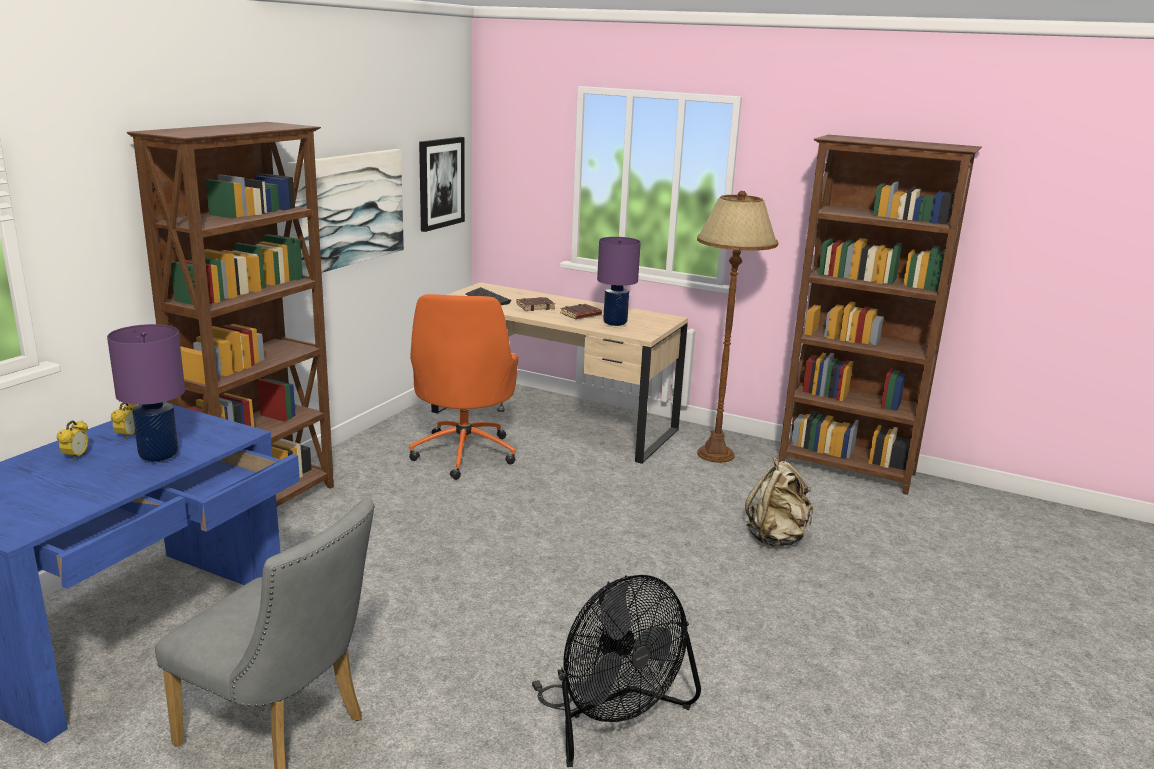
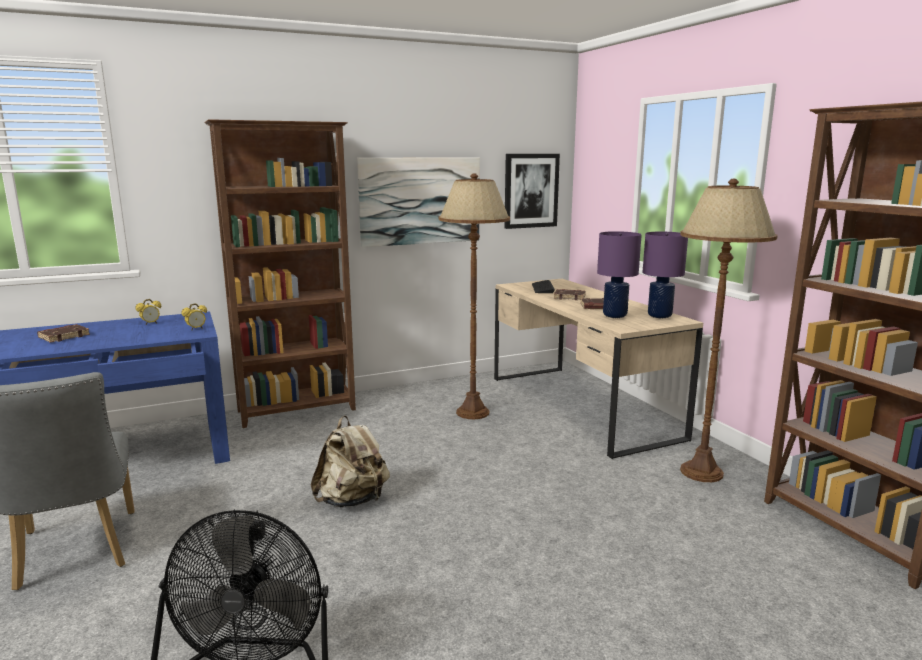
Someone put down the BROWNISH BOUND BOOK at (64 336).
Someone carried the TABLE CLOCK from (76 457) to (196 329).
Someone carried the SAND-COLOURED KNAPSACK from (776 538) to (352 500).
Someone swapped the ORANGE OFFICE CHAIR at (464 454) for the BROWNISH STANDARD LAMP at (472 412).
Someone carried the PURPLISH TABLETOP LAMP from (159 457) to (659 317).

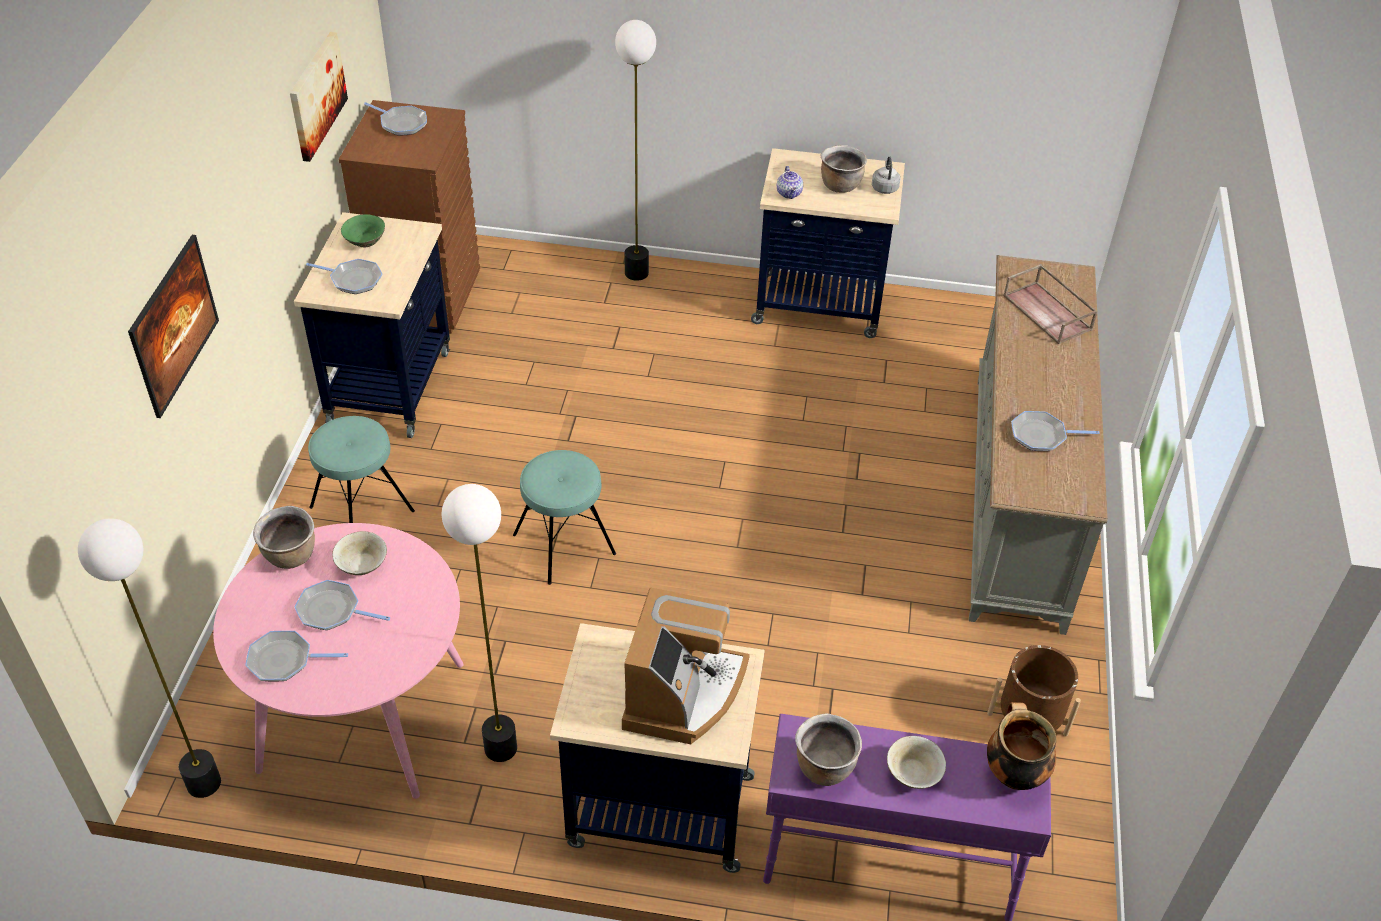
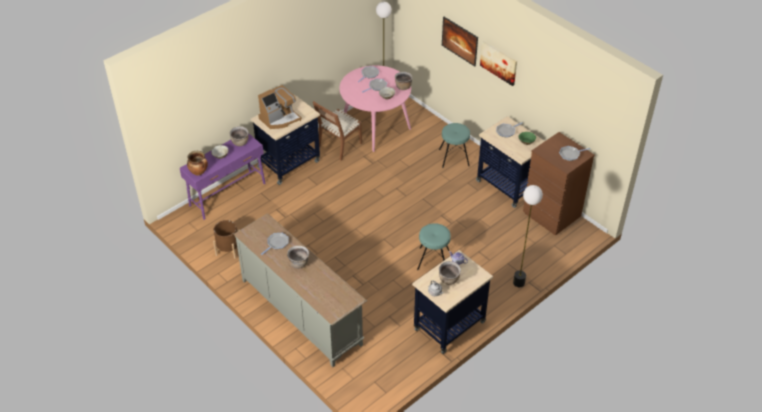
Someone rotated the COFFEE BREWER at (682 693) by 90 degrees counterclockwise.
Someone put down the BROWNISH STOCKPOT at (298 263).
Someone swapped the STANDARD LAMP at (501 748) for the CHAIR at (338 146).
Someone carried the BLUE-GREEN STOOL from (564 544) to (433 260).
Someone carried the PICTURE from (316 95) to (499 62).
Someone took away the BROWNISH CARRYING TRAY at (1048 312).

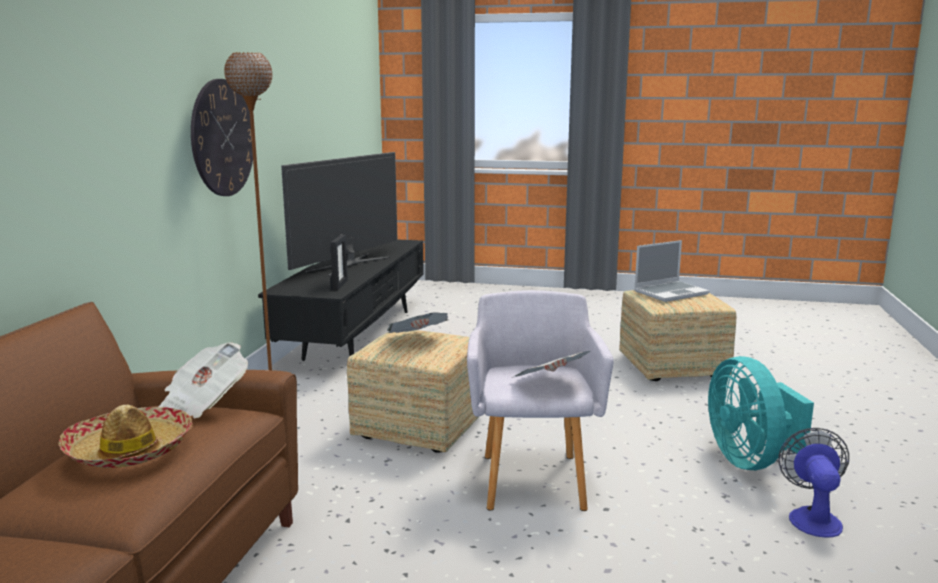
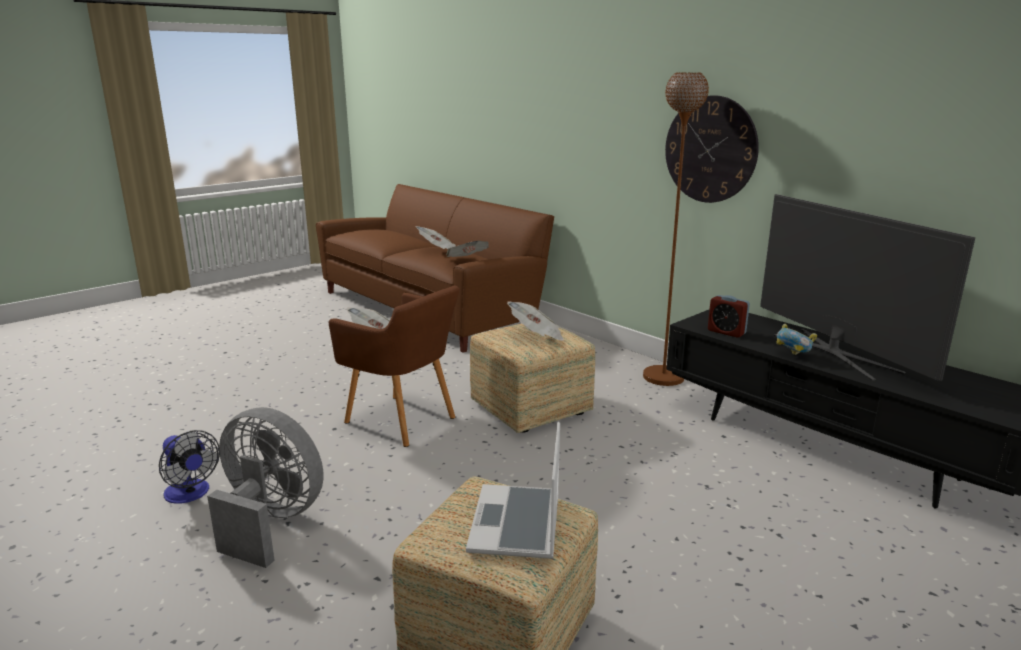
Someone repainted the BLUE-GREEN COOLING FAN at (750 460), which became the GREY COOLING FAN at (270 522).
Someone repainted the GREY LOUNGE CHAIR at (533 477), which became the BROWNISH LOUNGE CHAIR at (404 421).
Someone swapped the WEARABLE HAT at (129 450) for the PRINTED PAPER at (438 251).
Someone swapped the PICTURE FRAME at (339 285) for the TABLE CLOCK at (726 332).
Someone put down the SERVING BOWL at (792 355).

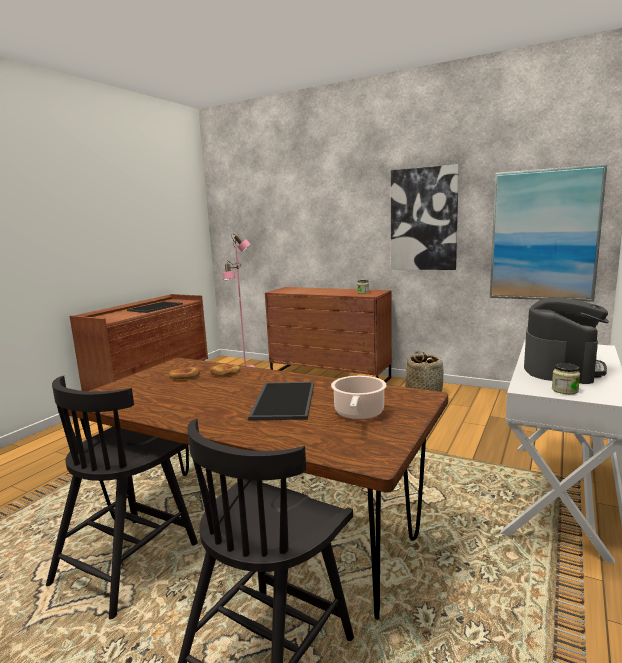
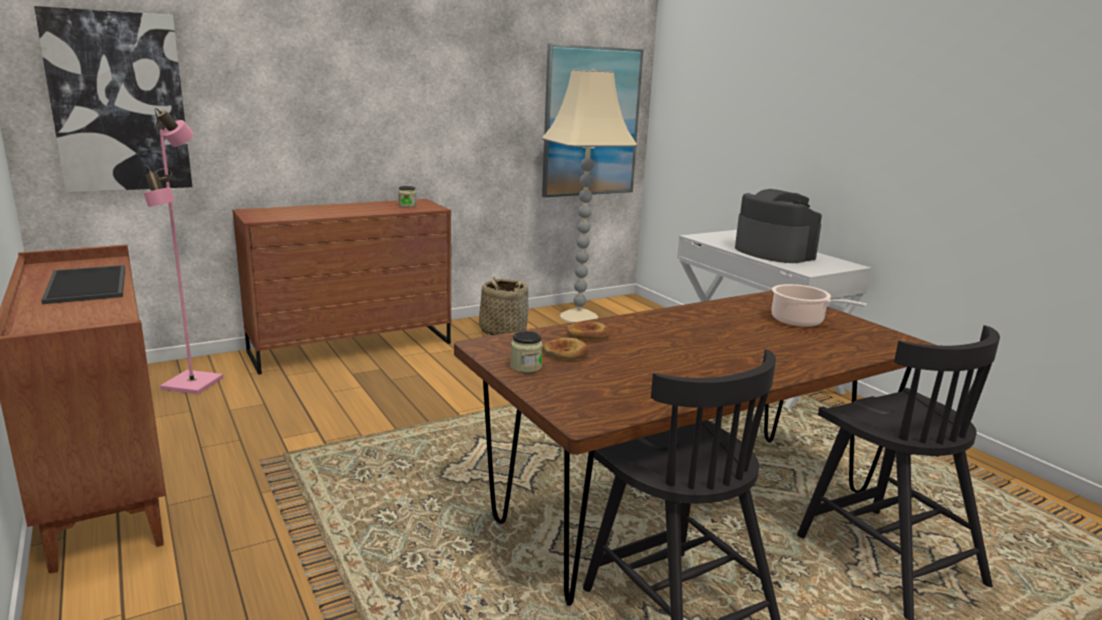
Someone carried the PICTURE from (423 219) to (119 103).
Someone carried the PRESERVE JAR from (564 390) to (526 367).
Someone put down the SAND-COLOURED STANDARD LAMP at (579 317).
Someone took away the CARRYING TRAY at (282 400).

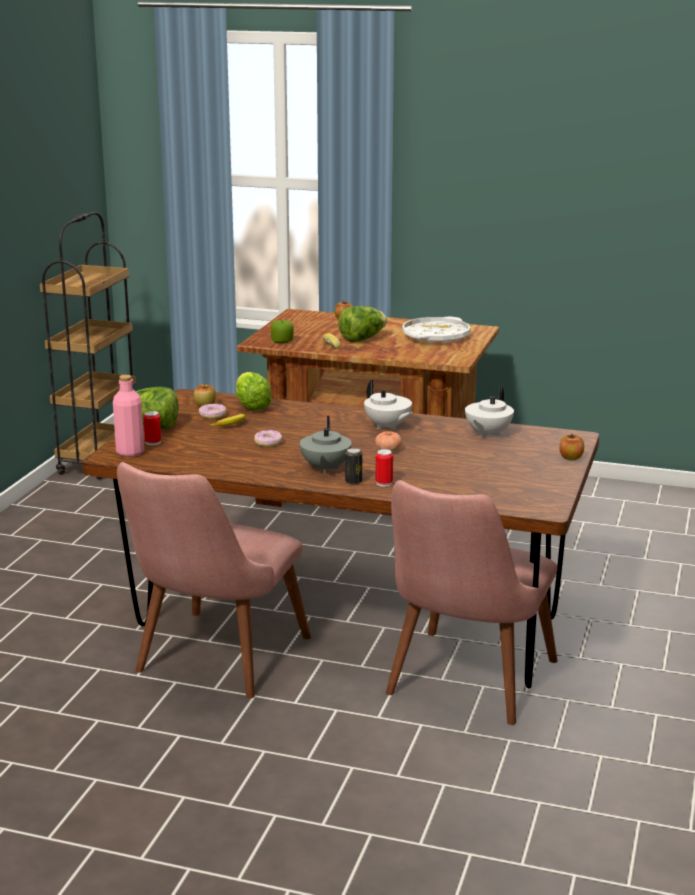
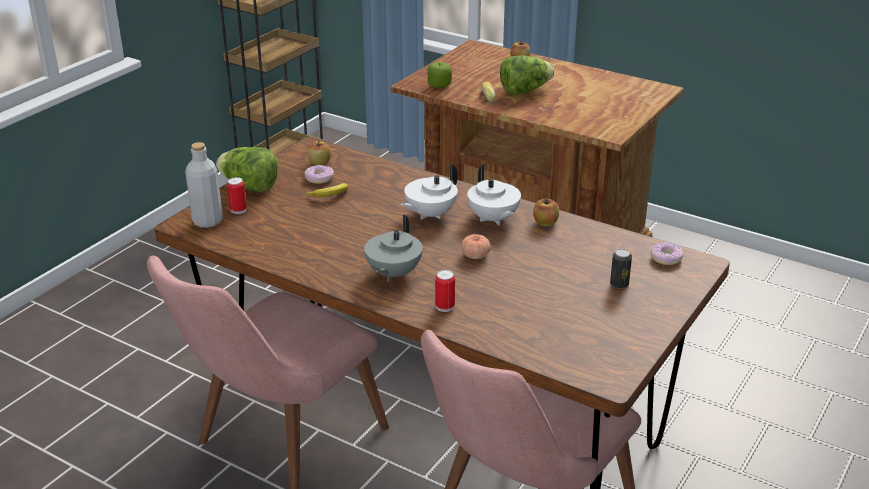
Someone repainted the PINK BOTTLE at (130 452), which became the GREY BOTTLE at (207 221).
Someone carried the WHITISH POT FOR TEA from (487 434) to (430 214).
Someone carried the APPLE from (571 458) to (545 223).
Someone carried the CAN from (353 481) to (619 284).
Someone carried the RING DOUGHNUT from (268 442) to (666 258).
Someone took away the LETTUCE at (251 406).
Someone took away the WHITISH CARRYING TRAY at (435 336).

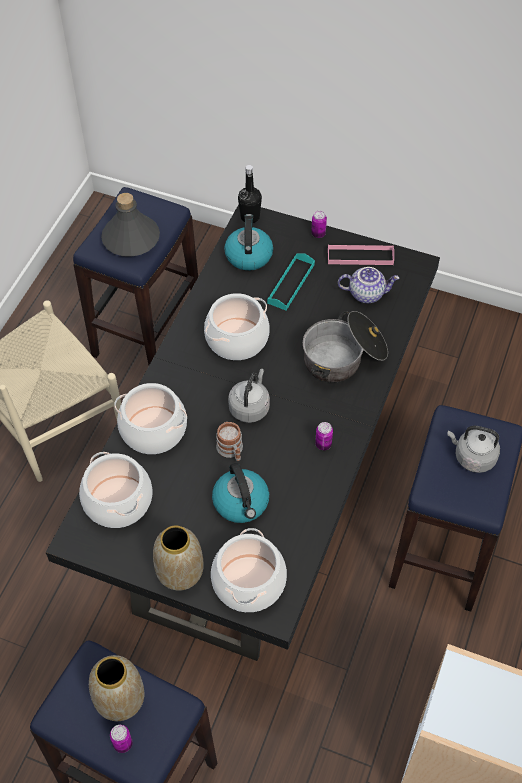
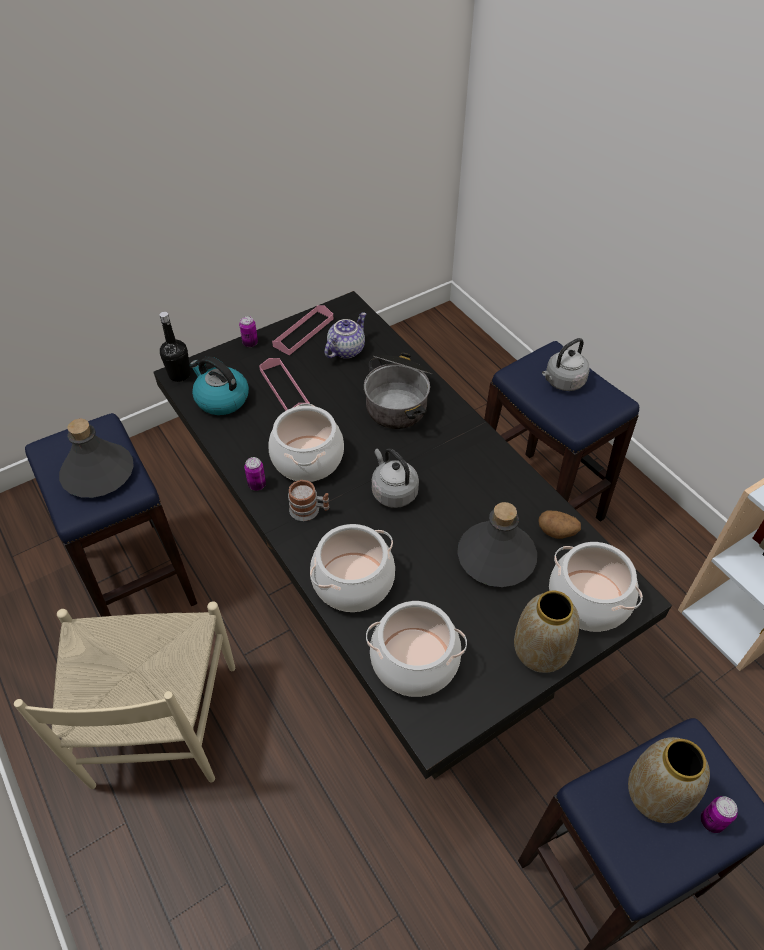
Someone carried the CAN from (323 444) to (257 485).
Someone repainted the BLUE-GREEN CARRYING TRAY at (291 283), which became the PINK CARRYING TRAY at (284 389).
Someone carried the TEA MUG from (231 450) to (309 510).
Someone swapped the WATER KETTLE at (241 503) for the GREY BOTTLE at (495 557).
Someone put down the WHOLE POTATO at (557 532).

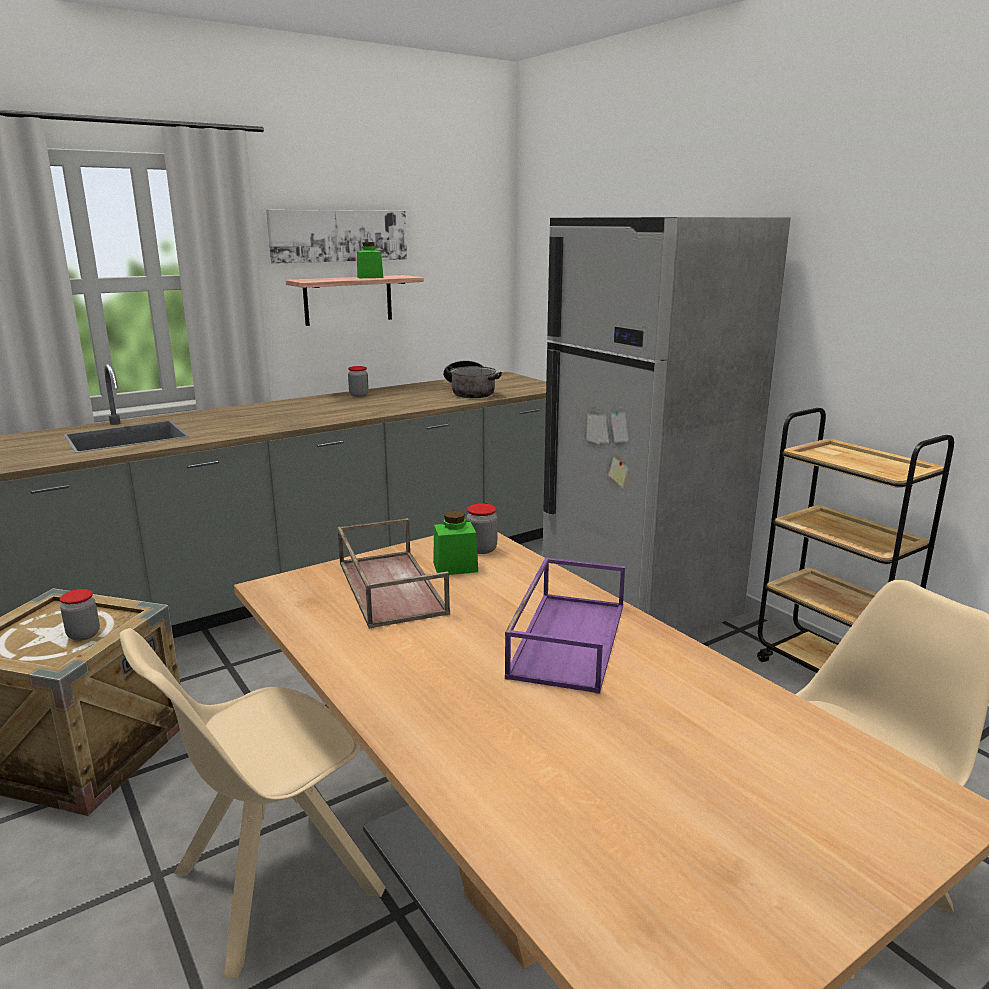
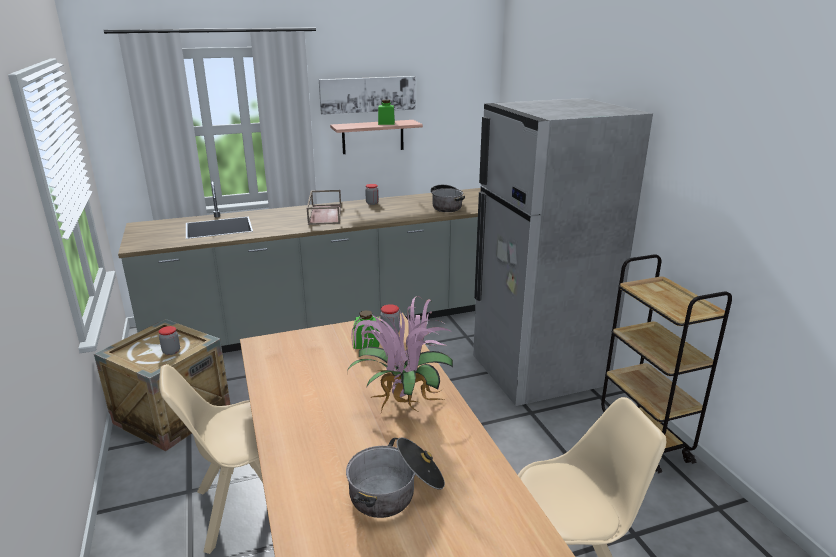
Someone carried the BROWNISH CARRYING TRAY from (388 587) to (324 214).
Someone put down the STOCKPOT at (396 491).
Someone swapped the PURPLISH CARRYING TRAY at (567 638) for the PLANT IN A POT at (400 403).

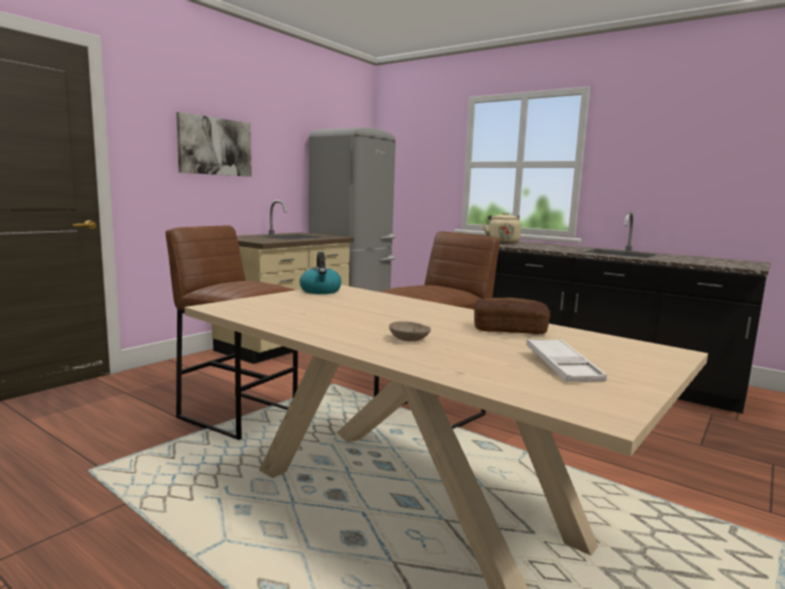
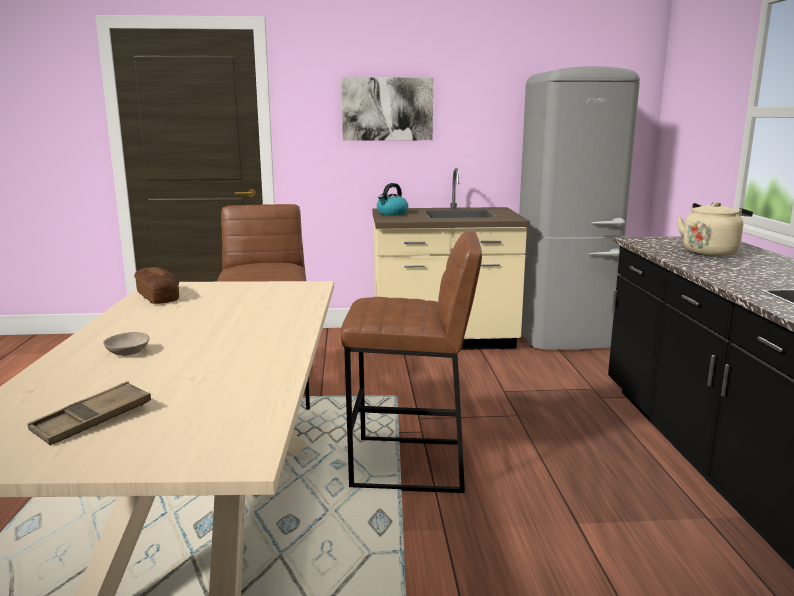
Someone repainted the WHITISH CARRYING TRAY at (562 367), which became the BROWNISH CARRYING TRAY at (92 420).
Someone carried the BREAD from (509 330) to (158 297).
Someone carried the WATER KETTLE from (320 291) to (392 213).

